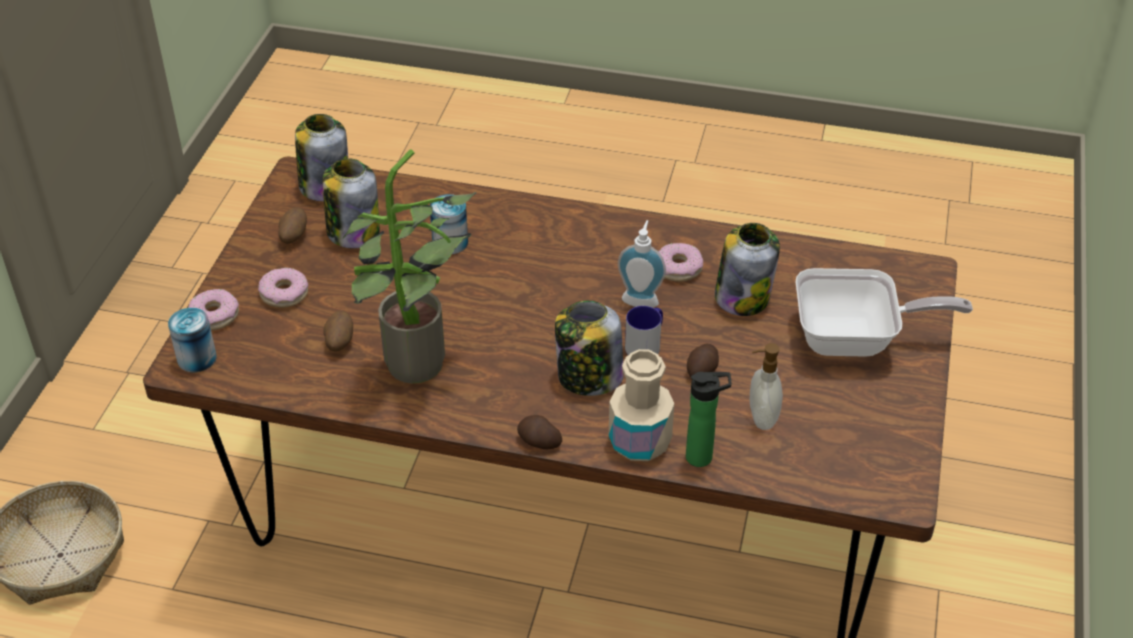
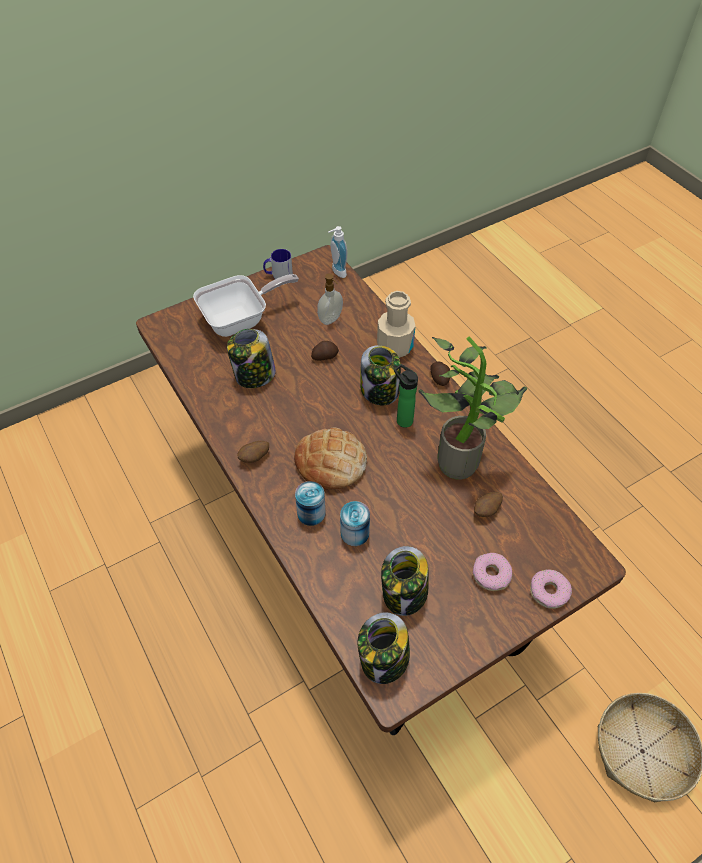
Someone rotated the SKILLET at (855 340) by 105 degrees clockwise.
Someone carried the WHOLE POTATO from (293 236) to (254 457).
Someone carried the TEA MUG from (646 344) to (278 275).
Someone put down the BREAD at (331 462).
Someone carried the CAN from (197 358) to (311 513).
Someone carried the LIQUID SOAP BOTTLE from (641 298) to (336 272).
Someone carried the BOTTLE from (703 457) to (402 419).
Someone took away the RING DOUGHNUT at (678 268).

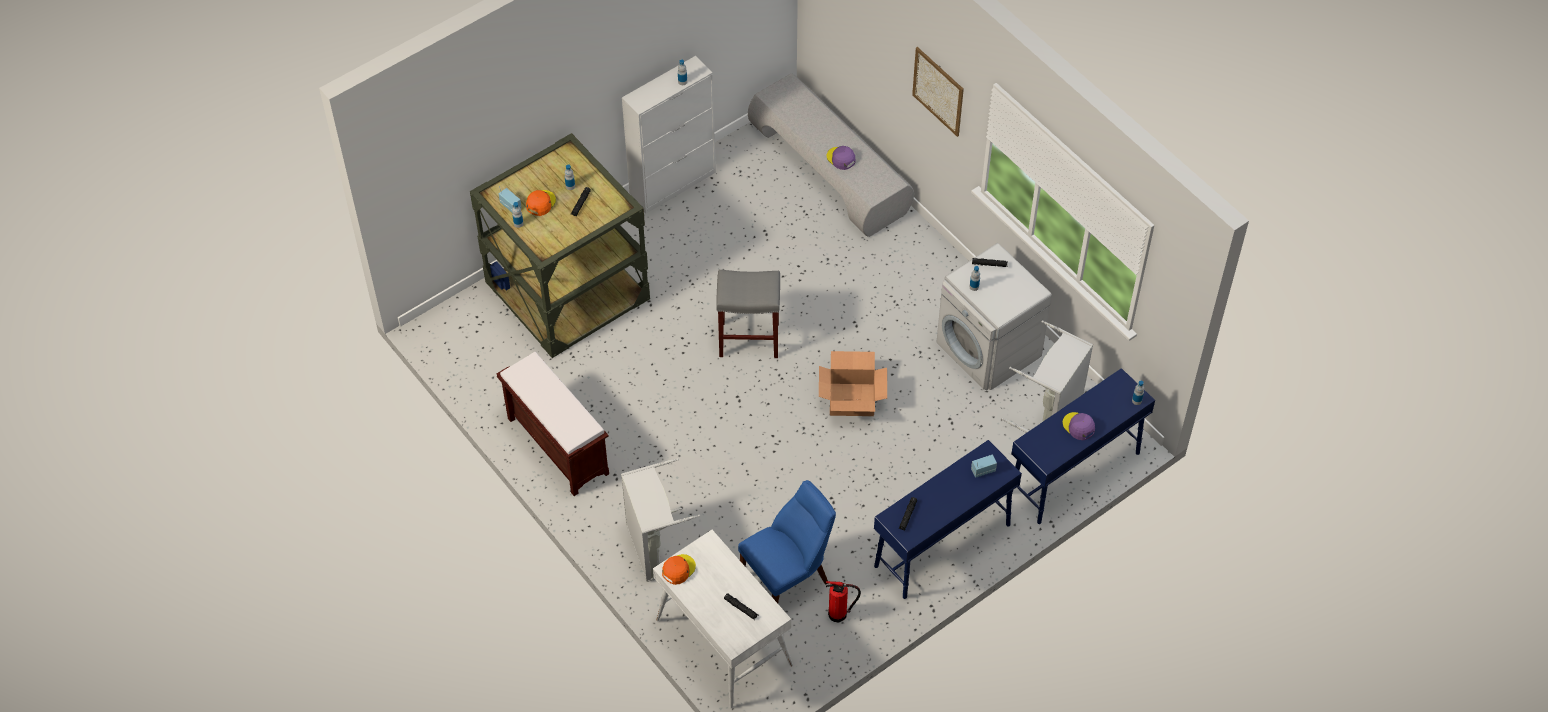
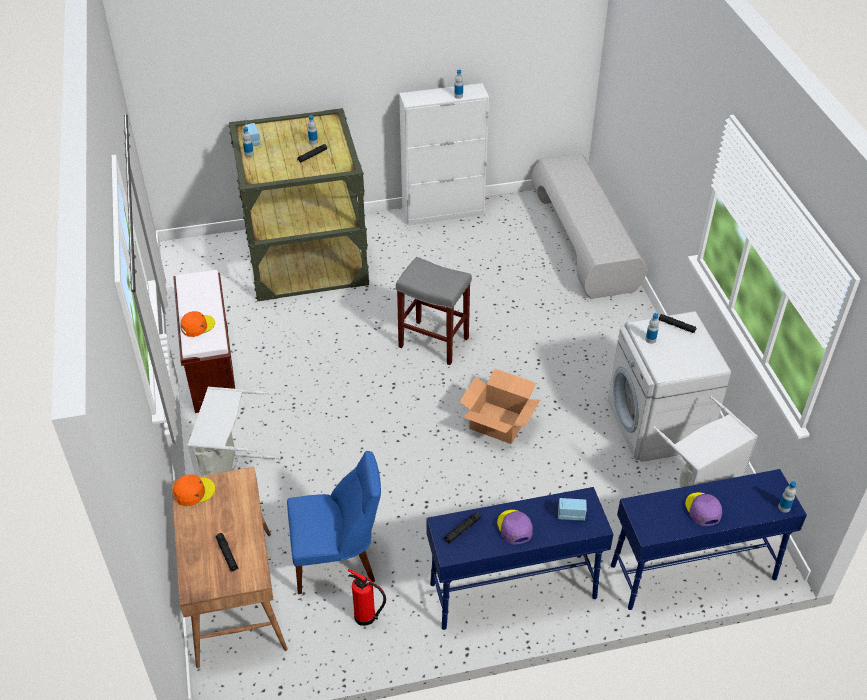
Someone repainted the WHITISH DESK UNIT at (723 642), which became the BROWNISH DESK UNIT at (234 597).
Someone carried the ORANGE BASEBALL CAP from (540 203) to (197 326).
Someone carried the PURPLISH BASEBALL CAP from (841 158) to (514 527).
Someone took away the PICTURE at (938 90).

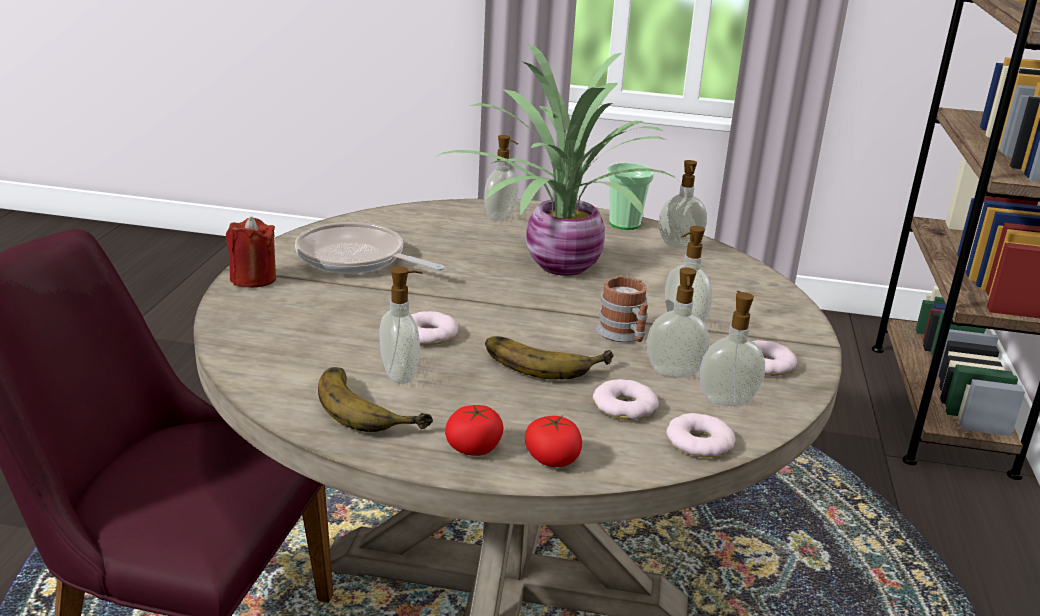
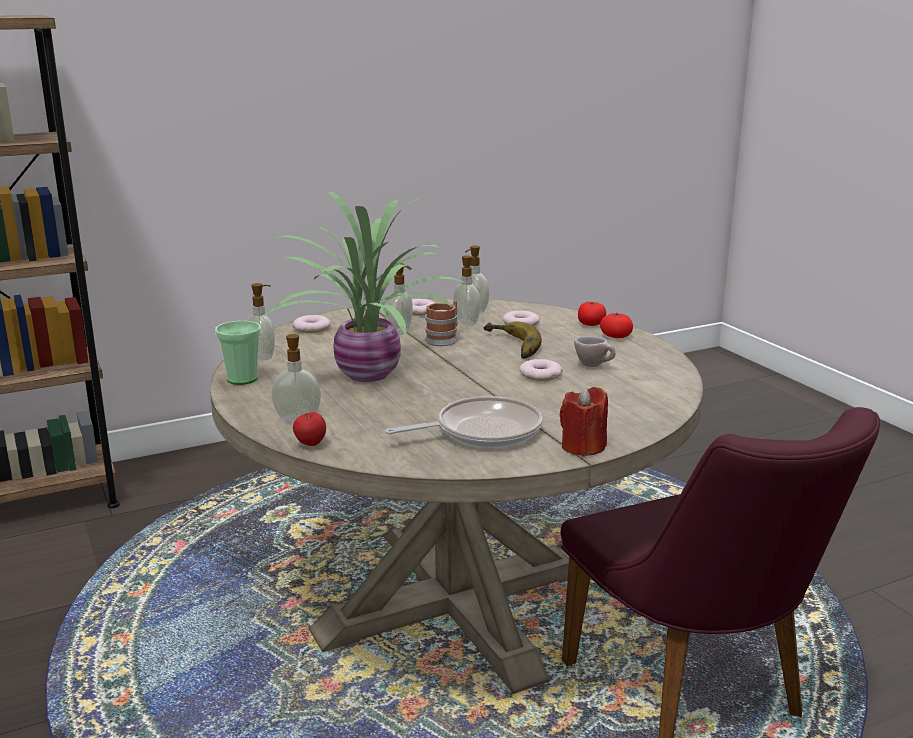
Someone carried the RING DOUGHNUT from (699 442) to (311 328).
Someone put down the APPLE at (310 445).
Someone rotated the SKILLET at (356 259) by 105 degrees counterclockwise.
Someone swapped the LIQUID SOAP BOTTLE at (401 375) for the SAND-COLOURED DRINKING CUP at (594 366).
Someone took away the BANANA at (373 405).

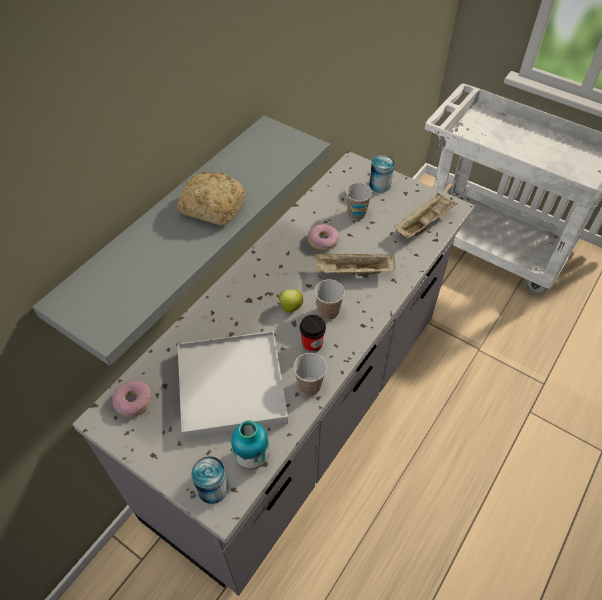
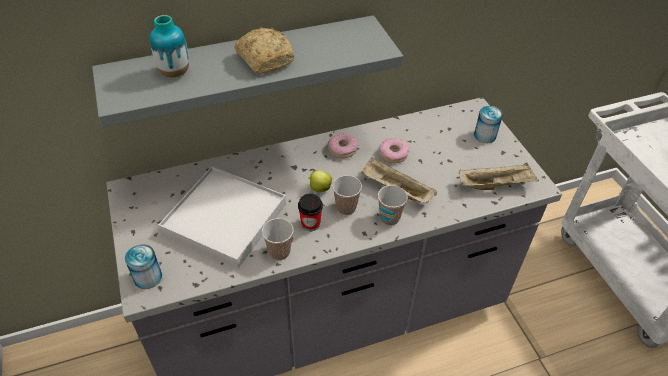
Someone carried the FLOWER VASE from (252 457) to (174 72).
Someone carried the RING DOUGHNUT from (133 401) to (342 149).
Someone carried the DRINKING CUP from (356 214) to (389 218).

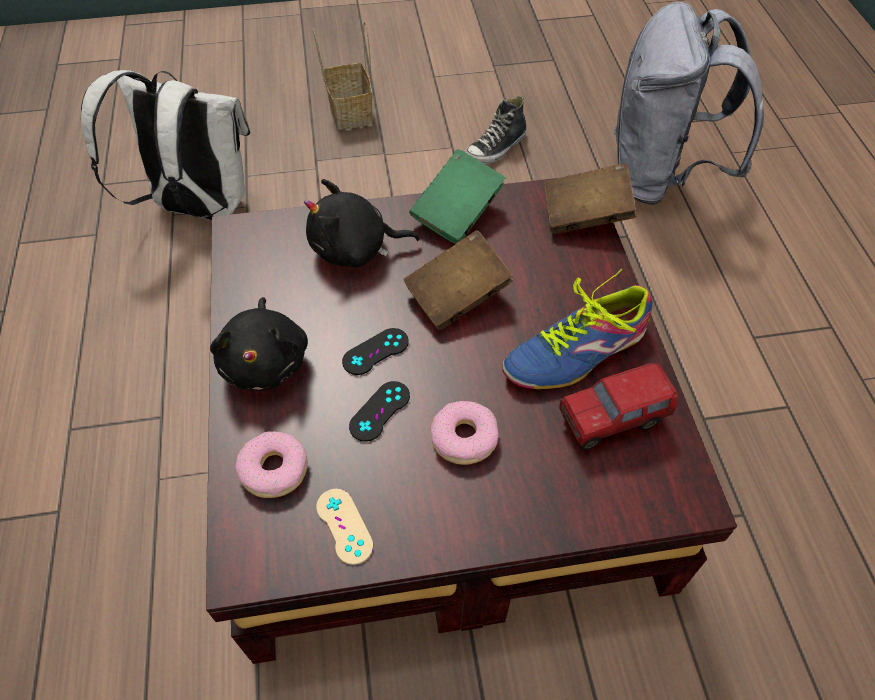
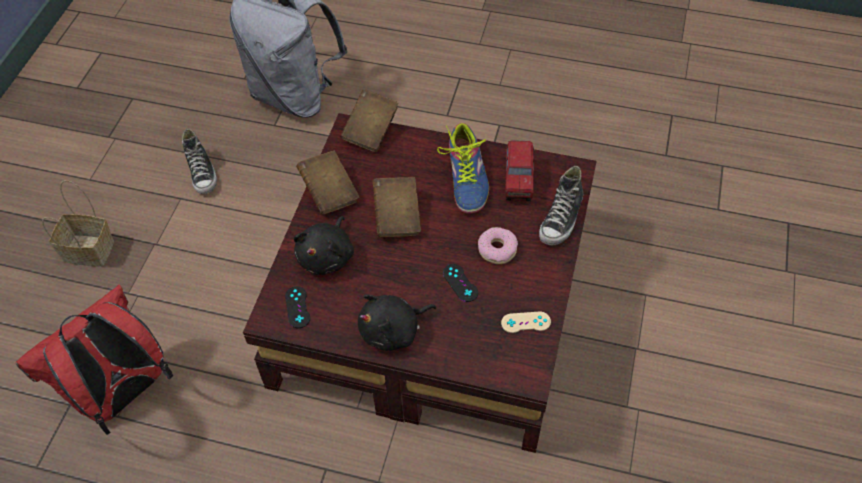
Someone repainted the WHITISH KNAPSACK at (197 208), which became the RED-COLOURED KNAPSACK at (123 395).
Someone carried the BLACK-COLOURED JOYPAD from (375 351) to (297 307).
Someone repainted the GREEN-COLOURED BOUND BOOK at (457 213), which became the BROWNISH BOUND BOOK at (329 192).
Someone rotated the BLACK-COLOURED CUDDLY TOY at (266 361) by 135 degrees clockwise.
Someone put down the ITEM OF FOOTWEAR at (561 219).
Someone took away the RING DOUGHNUT at (274 470).

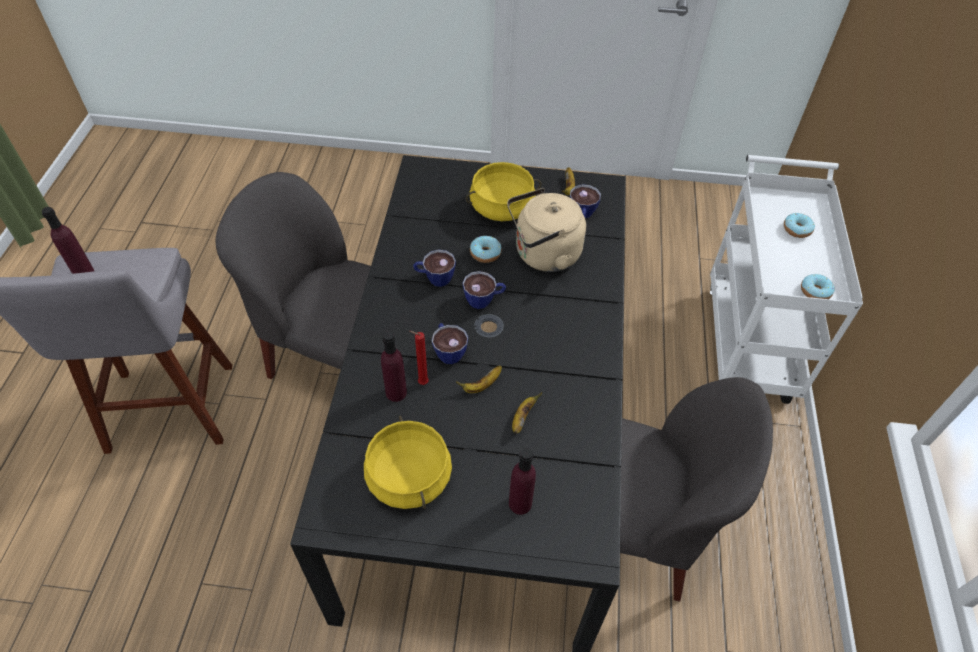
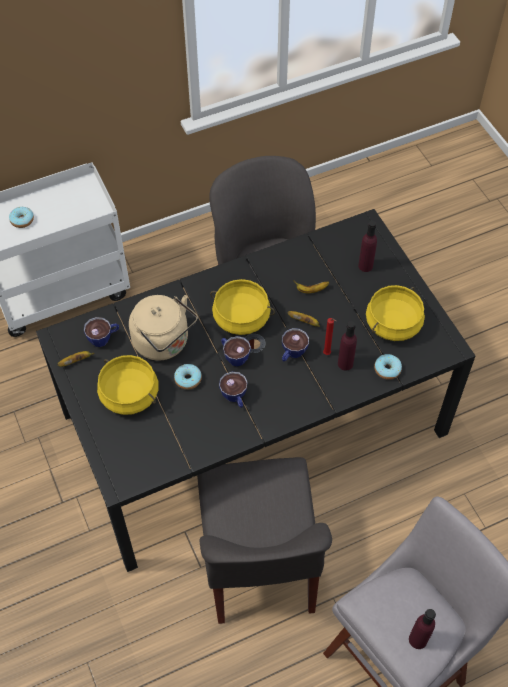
Someone put down the YELLOW STOCKPOT at (241 317).
Someone carried the RING DOUGHNUT from (815 291) to (387 369).

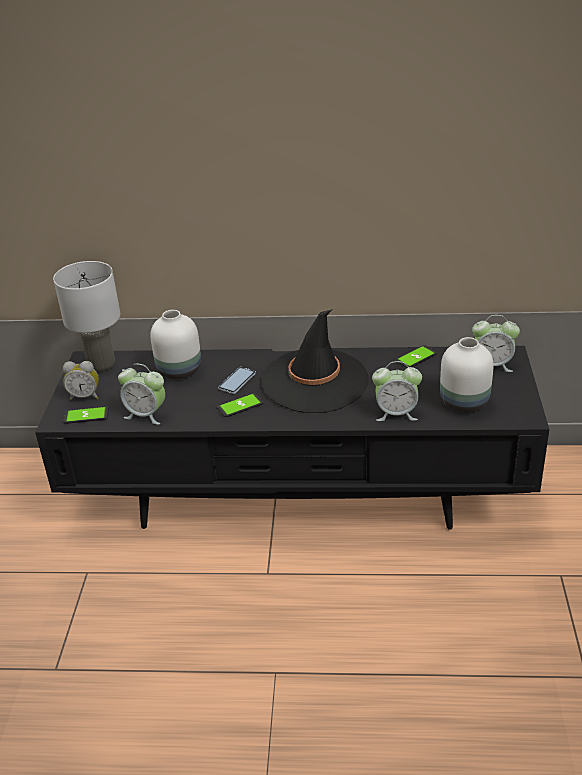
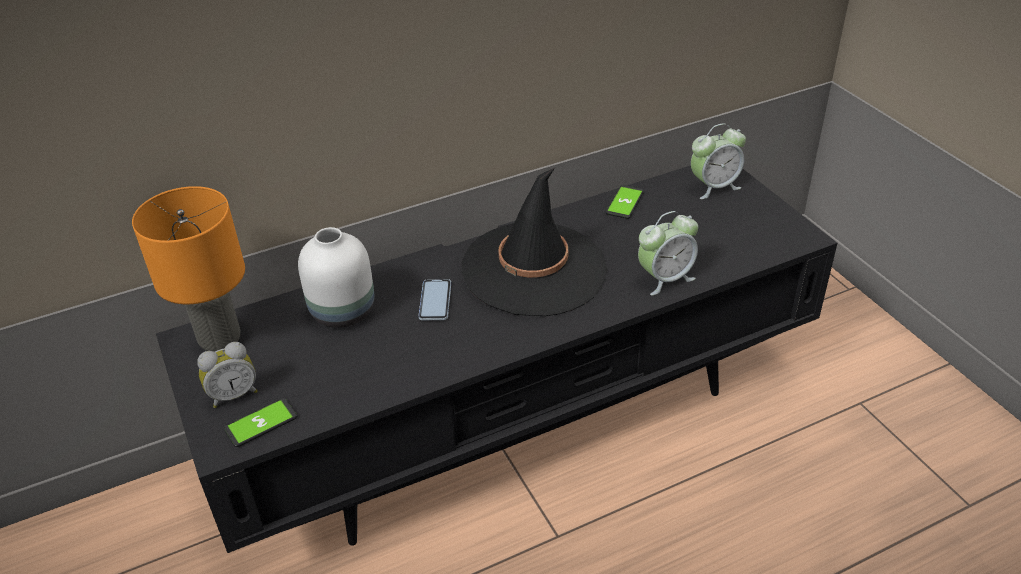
Someone repainted the WHITISH TABLETOP LAMP at (100 365), which became the ORANGE TABLETOP LAMP at (218 342).
Someone took away the TABLE CLOCK at (146 414).
Someone took away the HANDSET at (240 406).
Someone took away the WHITISH FLOWER VASE at (462 402).

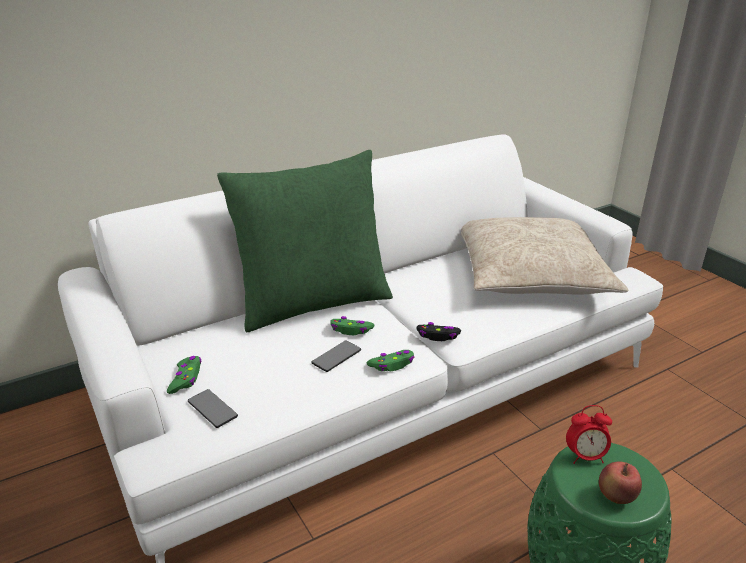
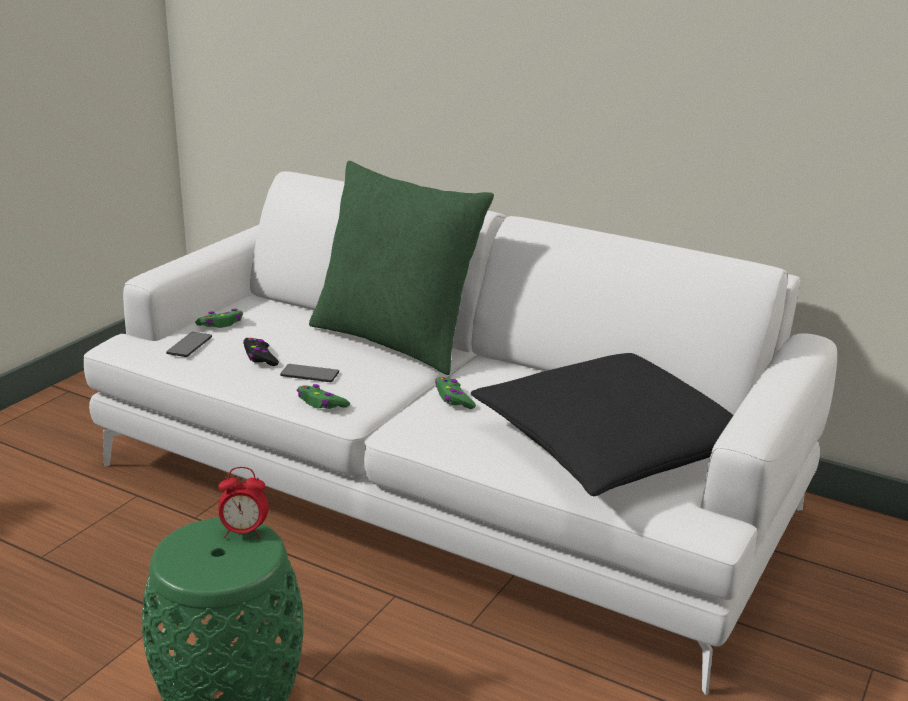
Someone rotated the TABLE CLOCK at (585 456) by 60 degrees counterclockwise.
Someone carried the BLACK-COLOURED JOYPAD from (438 336) to (260 358).
Someone carried the GREEN-COLOURED JOYPAD from (351 330) to (453 399).
Someone repainted the SAND-COLOURED CUSHION at (530 273), which became the BLACK-COLOURED CUSHION at (612 444).
Someone took away the APPLE at (616 497).

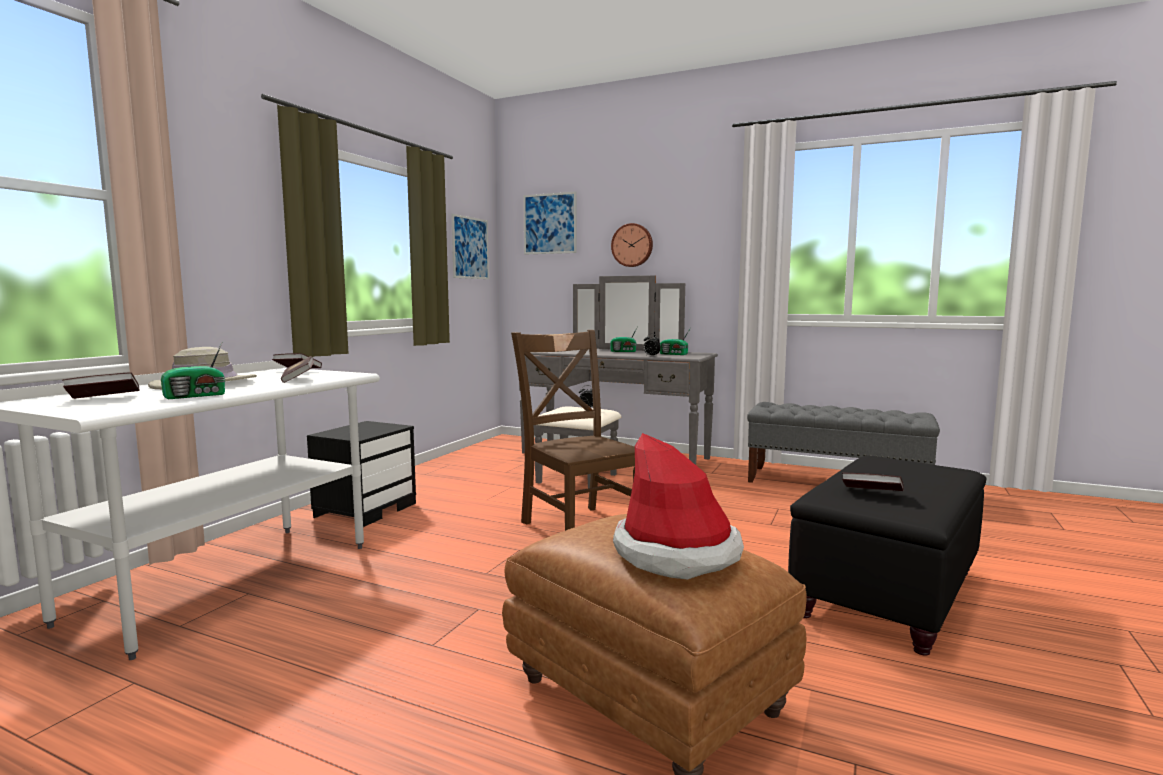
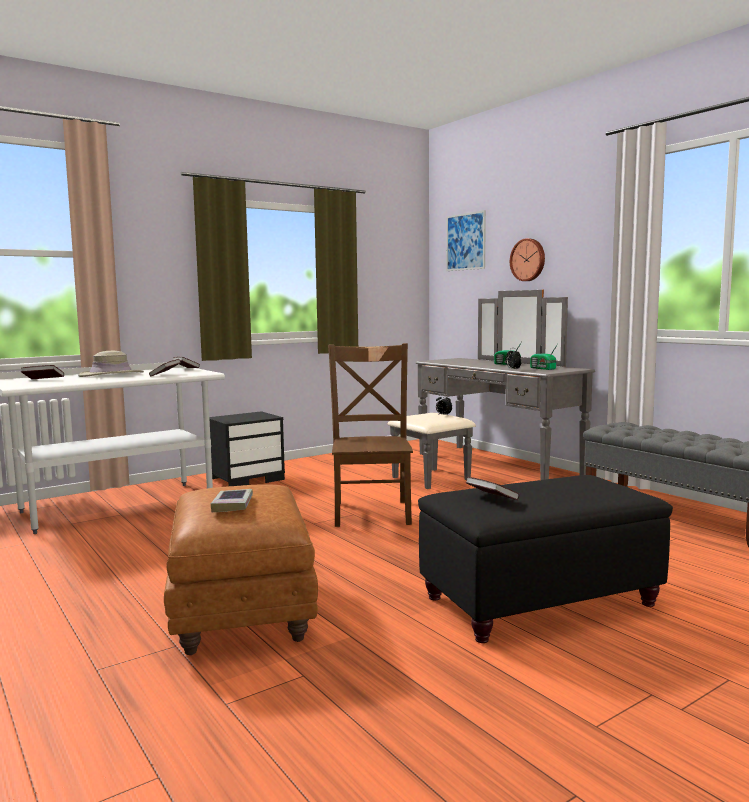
Someone swapped the WEARABLE HAT at (676 553) for the BOUND BOOK at (232 505).
Someone took away the RADIO RECEIVER at (197 396).
Someone took away the PICTURE at (470 248).

